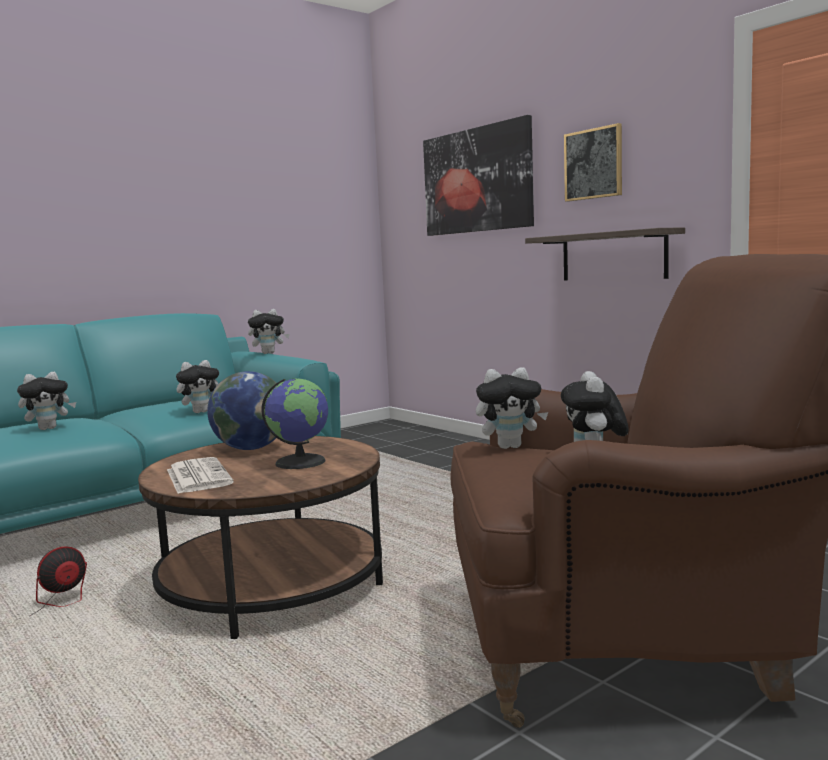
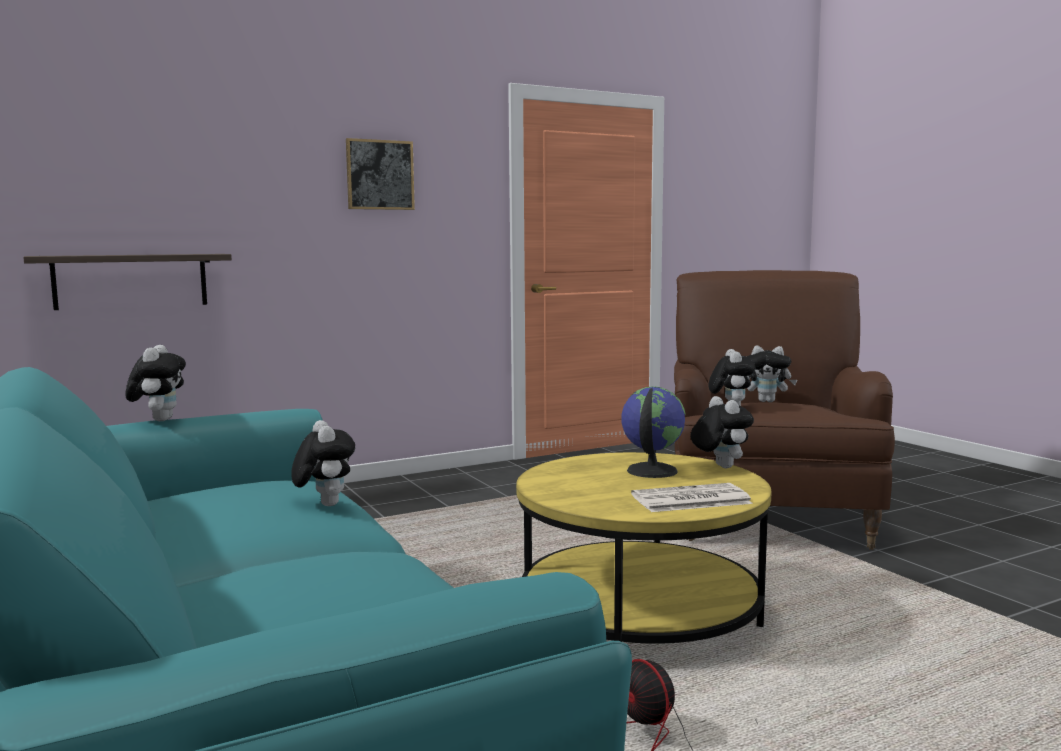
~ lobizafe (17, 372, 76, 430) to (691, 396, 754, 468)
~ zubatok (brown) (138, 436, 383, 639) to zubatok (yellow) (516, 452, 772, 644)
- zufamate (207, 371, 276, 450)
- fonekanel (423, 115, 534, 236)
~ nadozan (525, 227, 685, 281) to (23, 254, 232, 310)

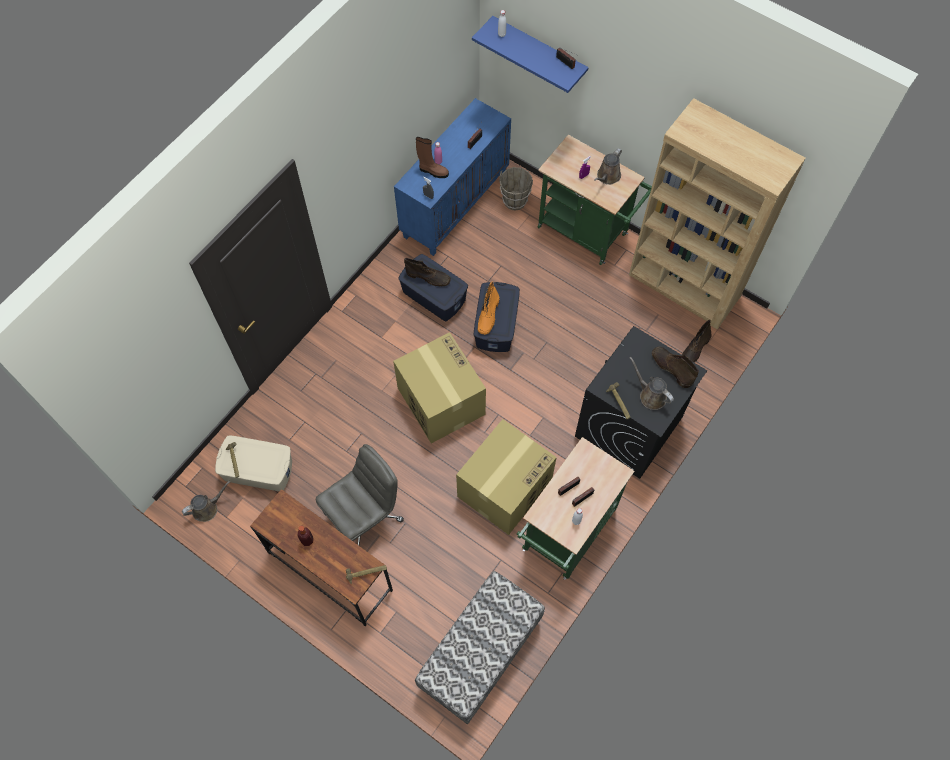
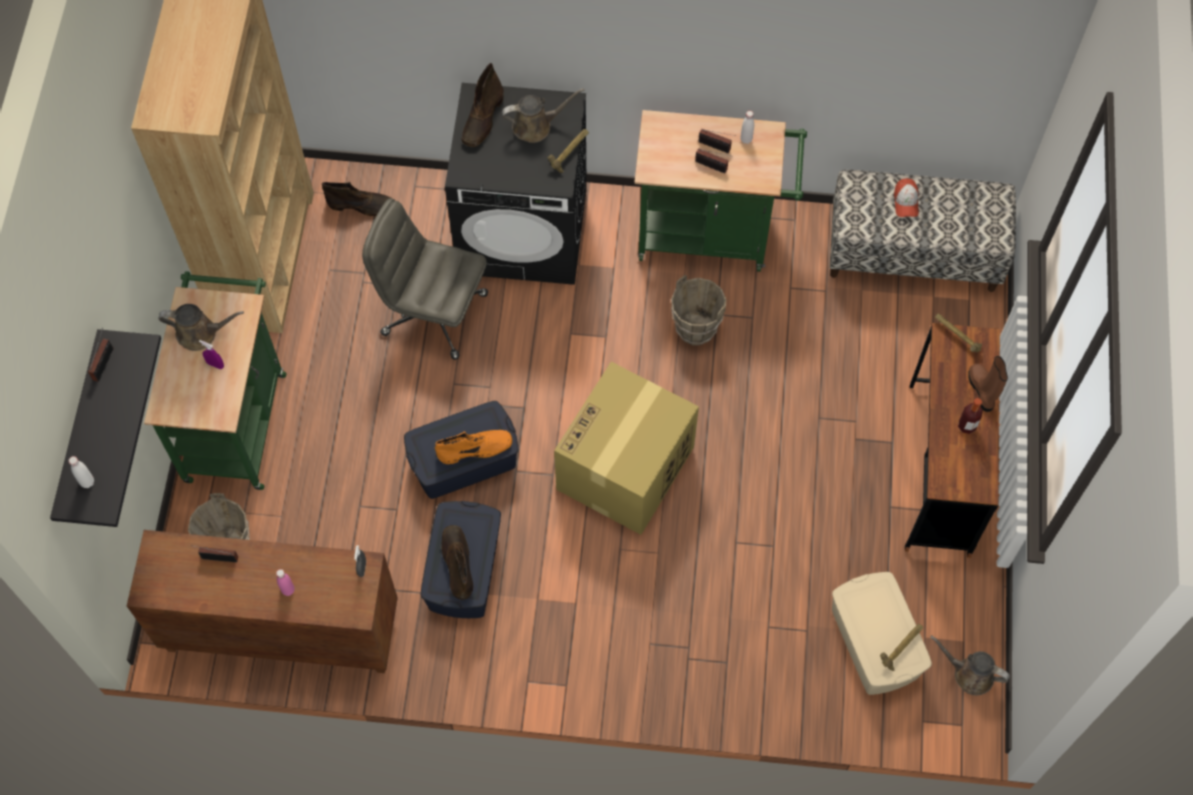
~ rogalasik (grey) (316, 444, 404, 546) to (362, 198, 488, 360)
~ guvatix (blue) (394, 98, 511, 256) to guvatix (brown) (127, 530, 398, 673)
~ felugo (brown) (416, 137, 449, 178) to (968, 356, 1008, 412)
~ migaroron (456, 419, 557, 535) to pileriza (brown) (671, 275, 727, 345)
~ nadozan (blue) (472, 16, 589, 93) to nadozan (black) (50, 329, 161, 527)
~ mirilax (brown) (630, 357, 674, 410) = (502, 88, 584, 143) 120 degrees counterclockwise
+ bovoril (894, 178, 919, 217)

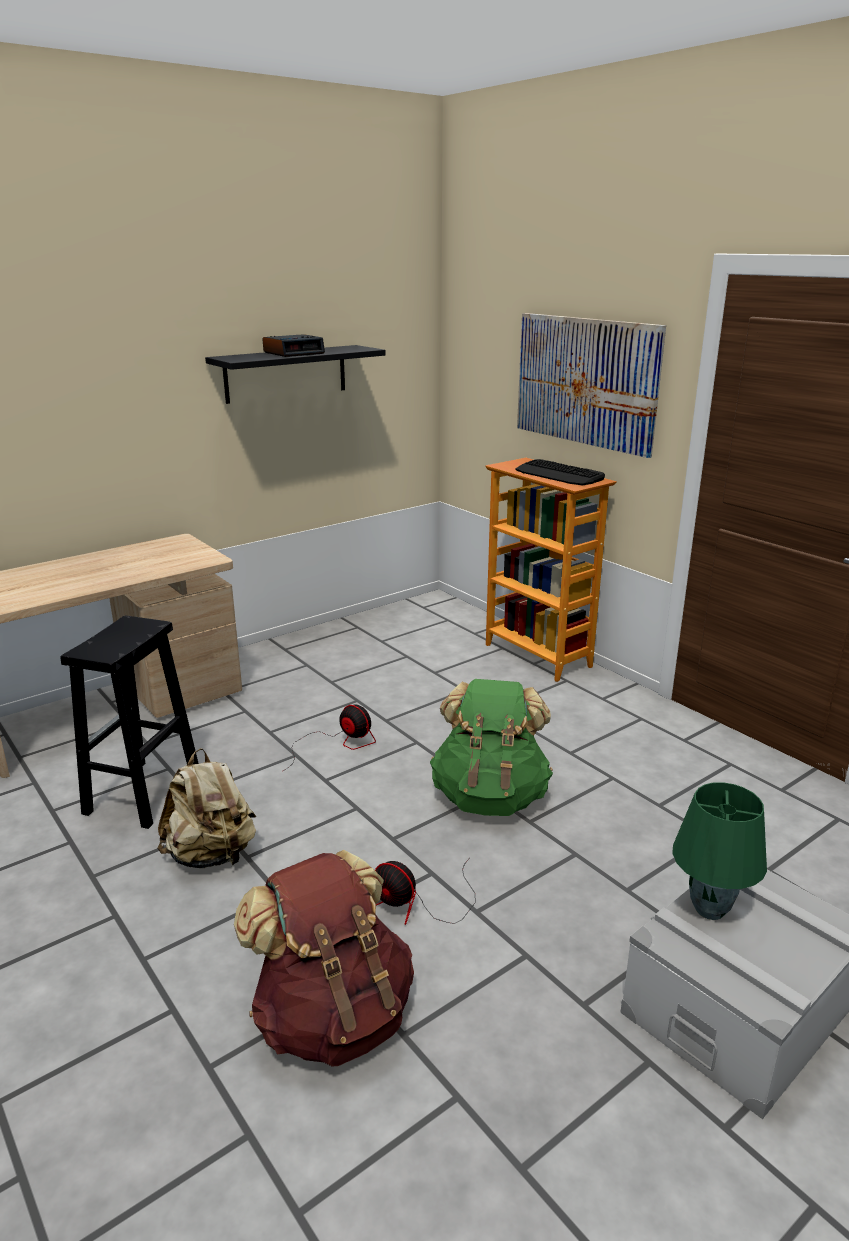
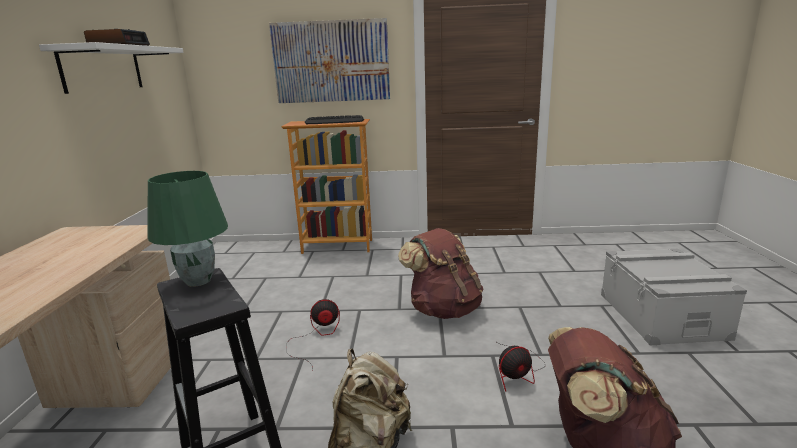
~ nadozan (black) (205, 345, 386, 404) to nadozan (white) (39, 42, 184, 94)
~ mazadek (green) (430, 679, 553, 816) to mazadek (brown) (398, 228, 484, 319)
~ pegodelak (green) (672, 782, 767, 920) to (148, 171, 228, 287)

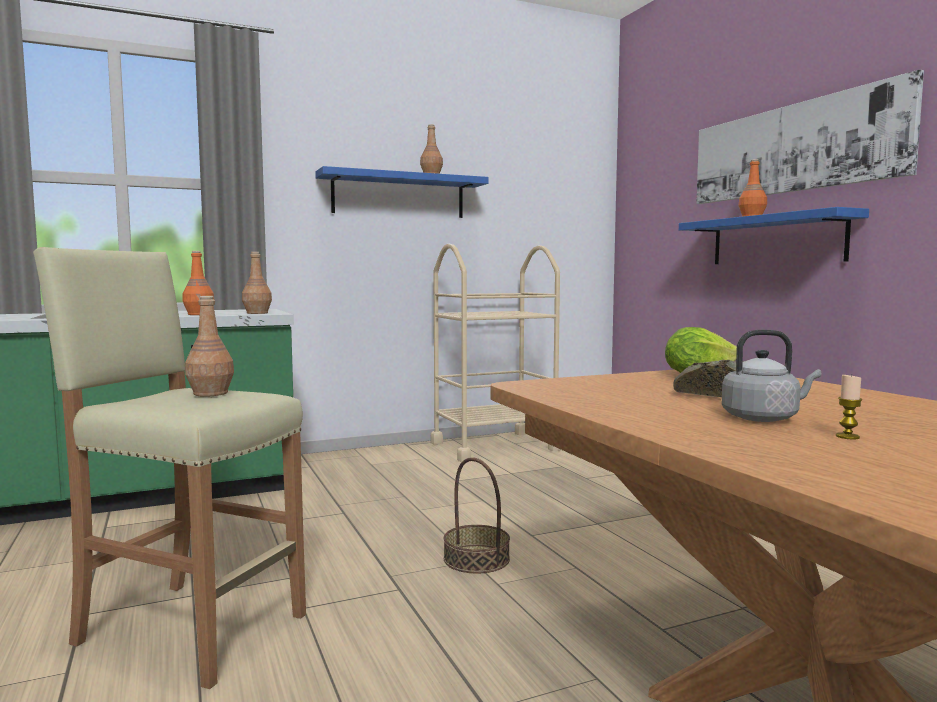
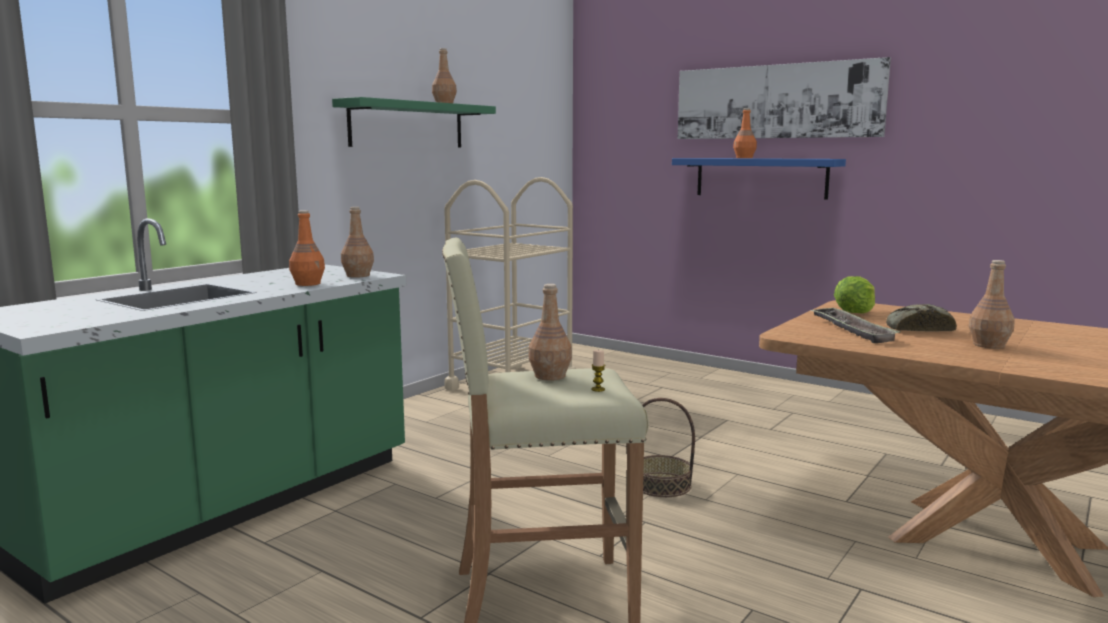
~ nadozan (blue) (315, 166, 489, 218) to nadozan (green) (332, 97, 496, 147)
~ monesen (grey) (722, 330, 821, 422) to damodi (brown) (969, 260, 1015, 349)
~ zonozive (836, 375, 863, 440) to (591, 350, 605, 392)
+ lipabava (810, 308, 901, 343)

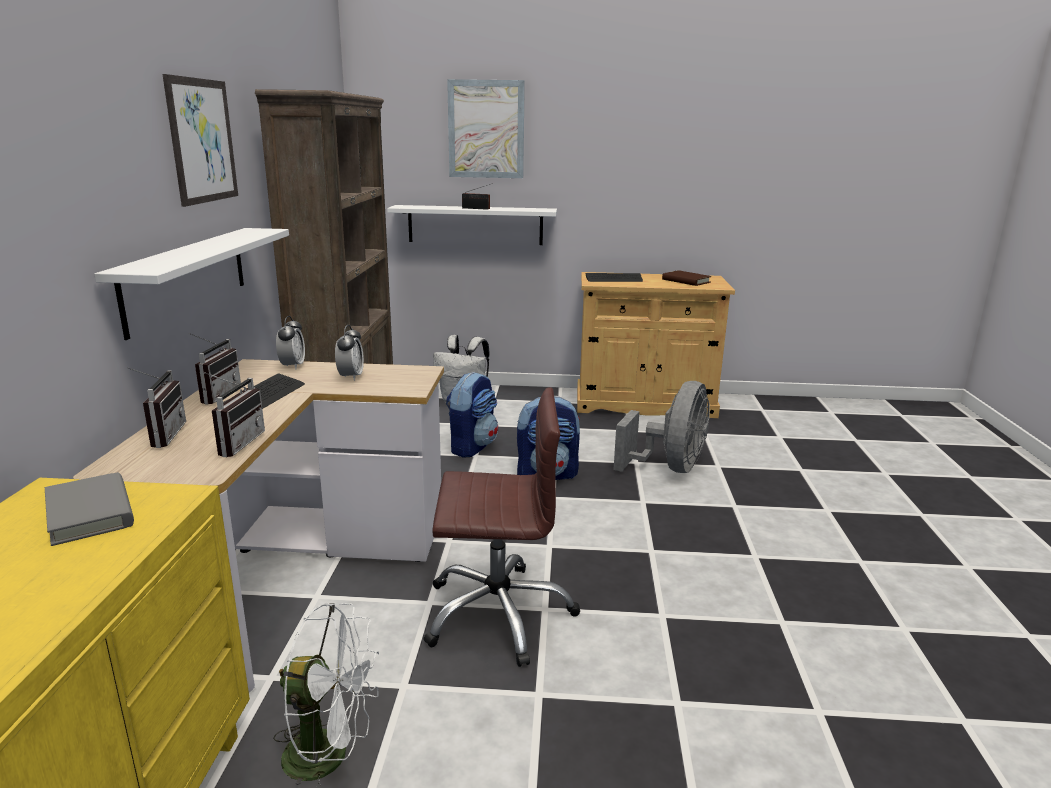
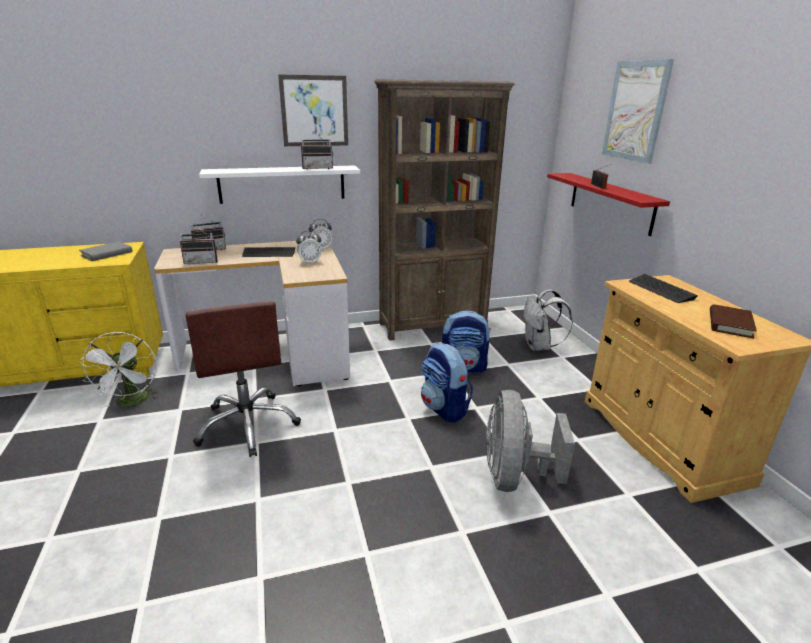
~ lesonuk (188, 333, 241, 405) to (301, 132, 333, 170)
~ nadozan (white) (387, 205, 557, 245) to nadozan (red) (547, 173, 670, 236)
~ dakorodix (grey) (614, 381, 710, 473) = (485, 390, 575, 492) 90 degrees clockwise

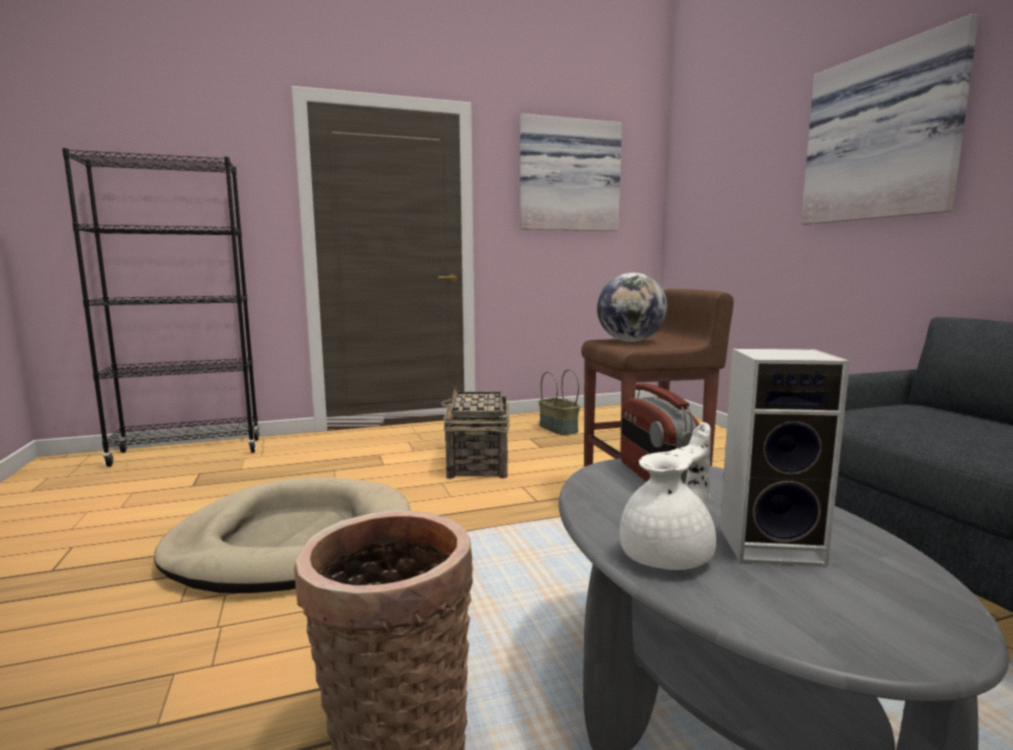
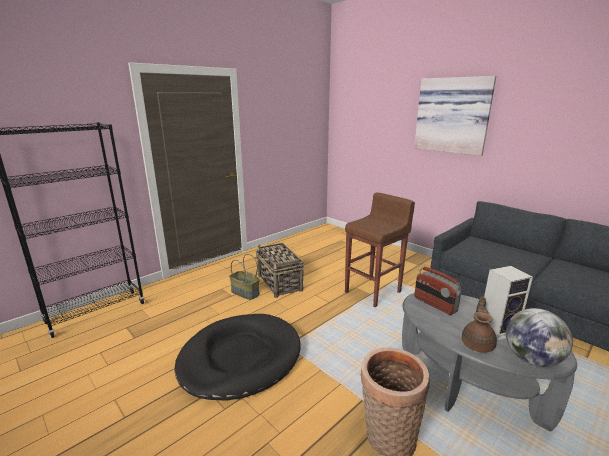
~ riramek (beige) (154, 477, 411, 593) to riramek (black) (175, 314, 301, 401)
- fonekanel (520, 114, 622, 231)
~ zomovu (539, 369, 580, 435) to (229, 254, 260, 300)
~ zufamate (597, 273, 667, 342) to (506, 308, 573, 367)
~ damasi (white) (620, 422, 716, 570) to damasi (brown) (462, 296, 497, 352)

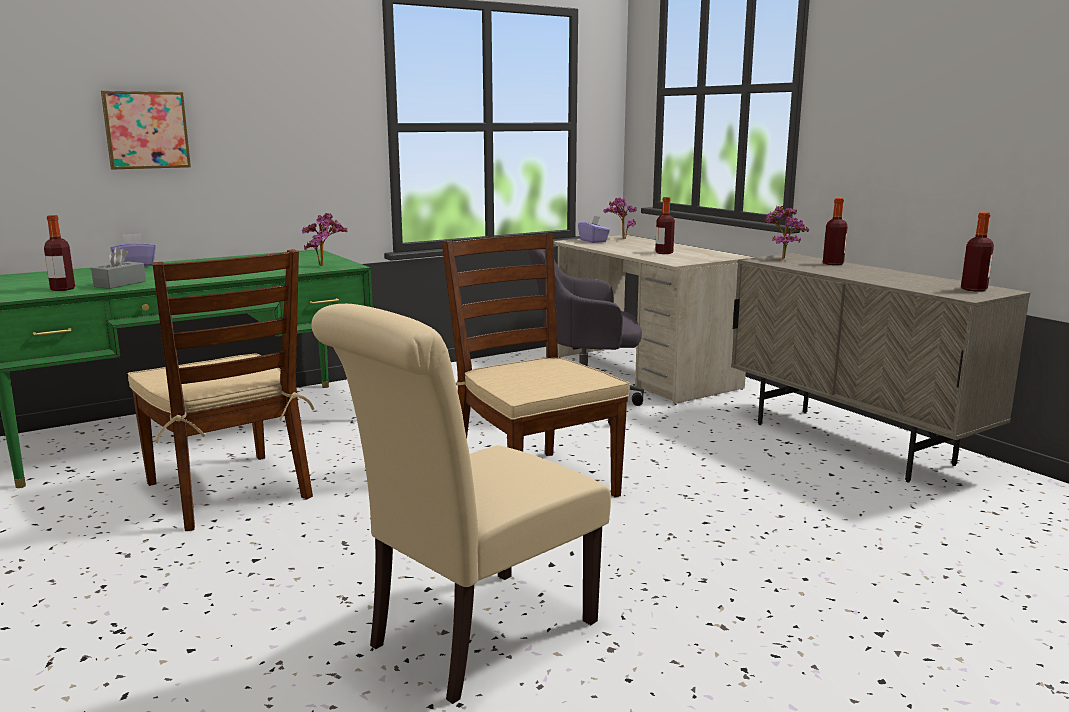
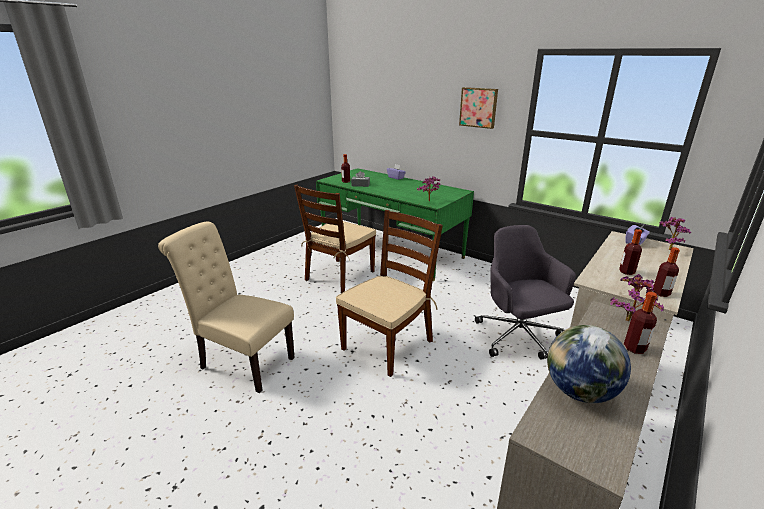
~ fonekanel (101, 91, 191, 170) to (459, 87, 498, 129)
~ damodi (961, 212, 994, 292) to (653, 247, 680, 297)
+ zufamate (547, 325, 631, 403)

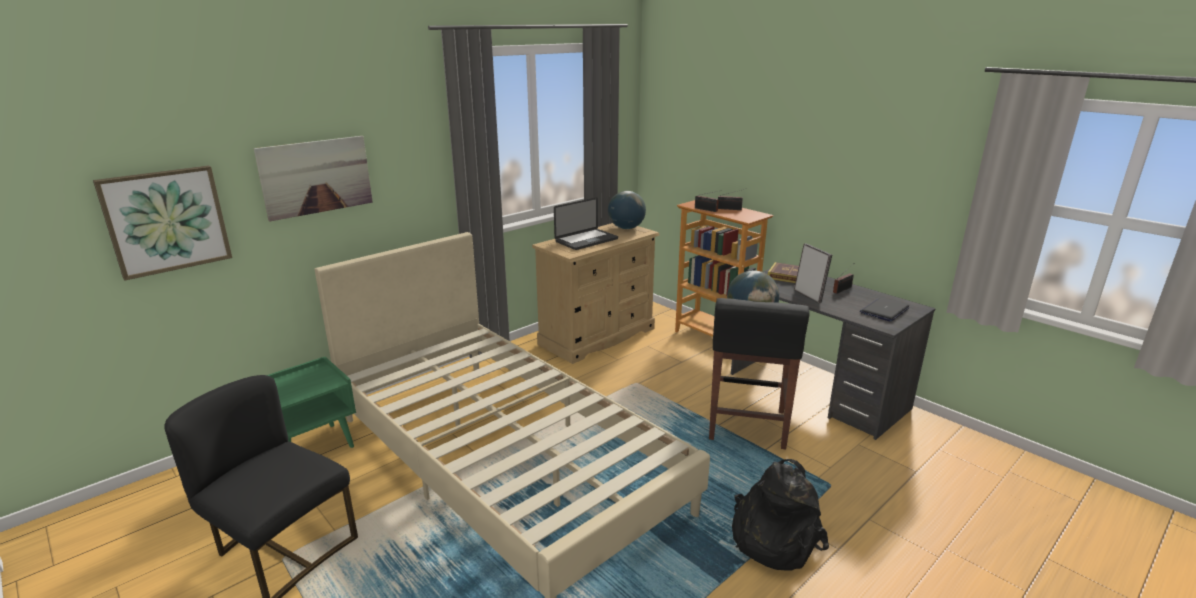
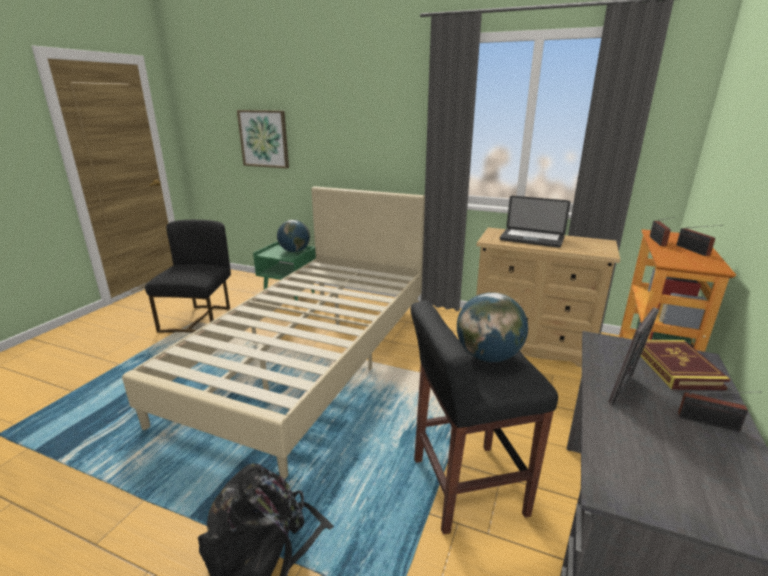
- fonekanel (254, 136, 373, 221)
~ zufamate (608, 191, 646, 229) to (277, 220, 310, 252)
- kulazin (860, 298, 910, 321)

